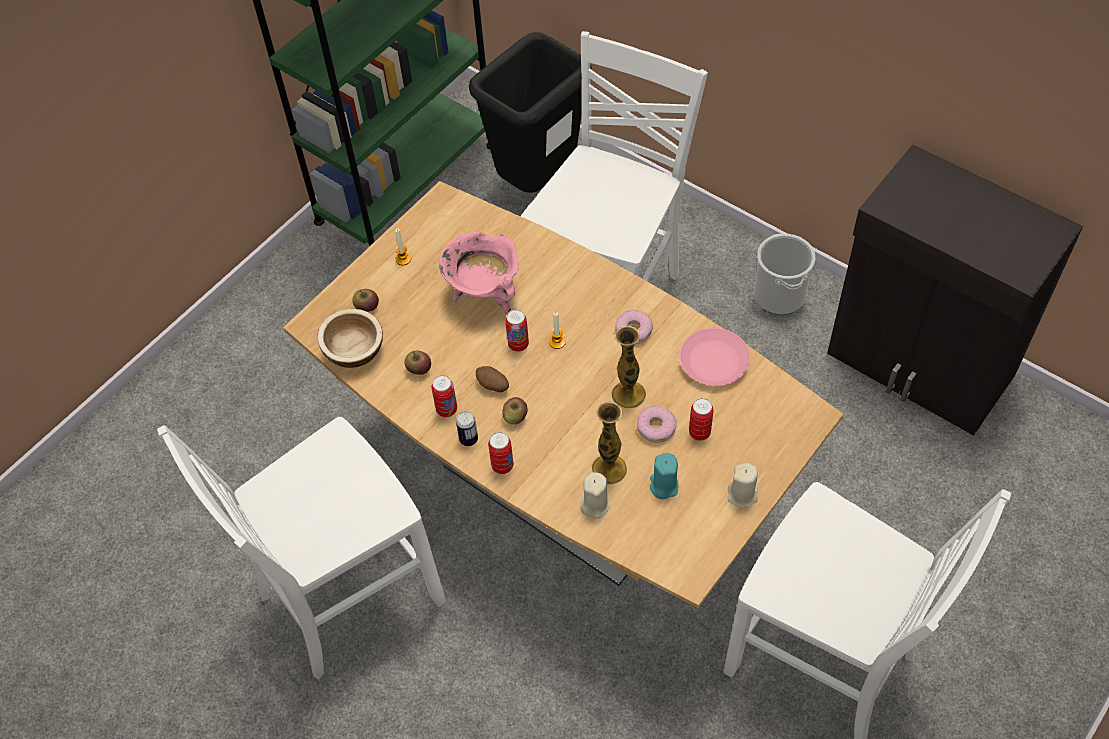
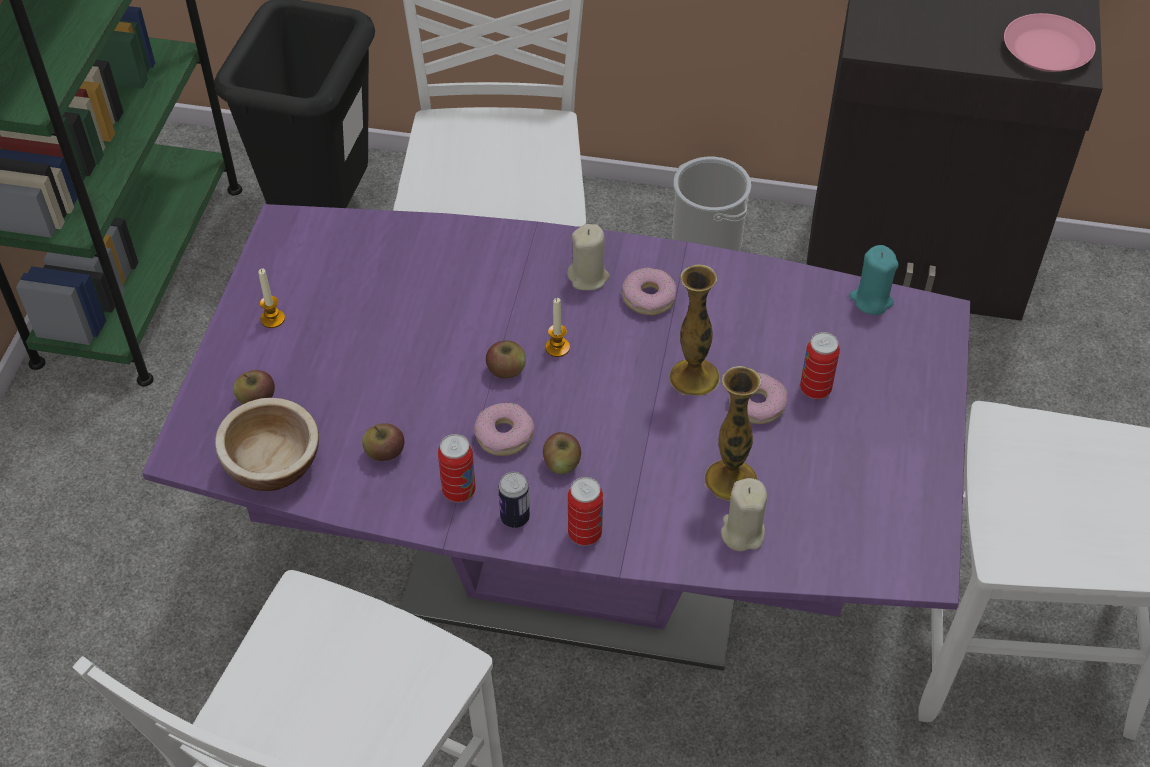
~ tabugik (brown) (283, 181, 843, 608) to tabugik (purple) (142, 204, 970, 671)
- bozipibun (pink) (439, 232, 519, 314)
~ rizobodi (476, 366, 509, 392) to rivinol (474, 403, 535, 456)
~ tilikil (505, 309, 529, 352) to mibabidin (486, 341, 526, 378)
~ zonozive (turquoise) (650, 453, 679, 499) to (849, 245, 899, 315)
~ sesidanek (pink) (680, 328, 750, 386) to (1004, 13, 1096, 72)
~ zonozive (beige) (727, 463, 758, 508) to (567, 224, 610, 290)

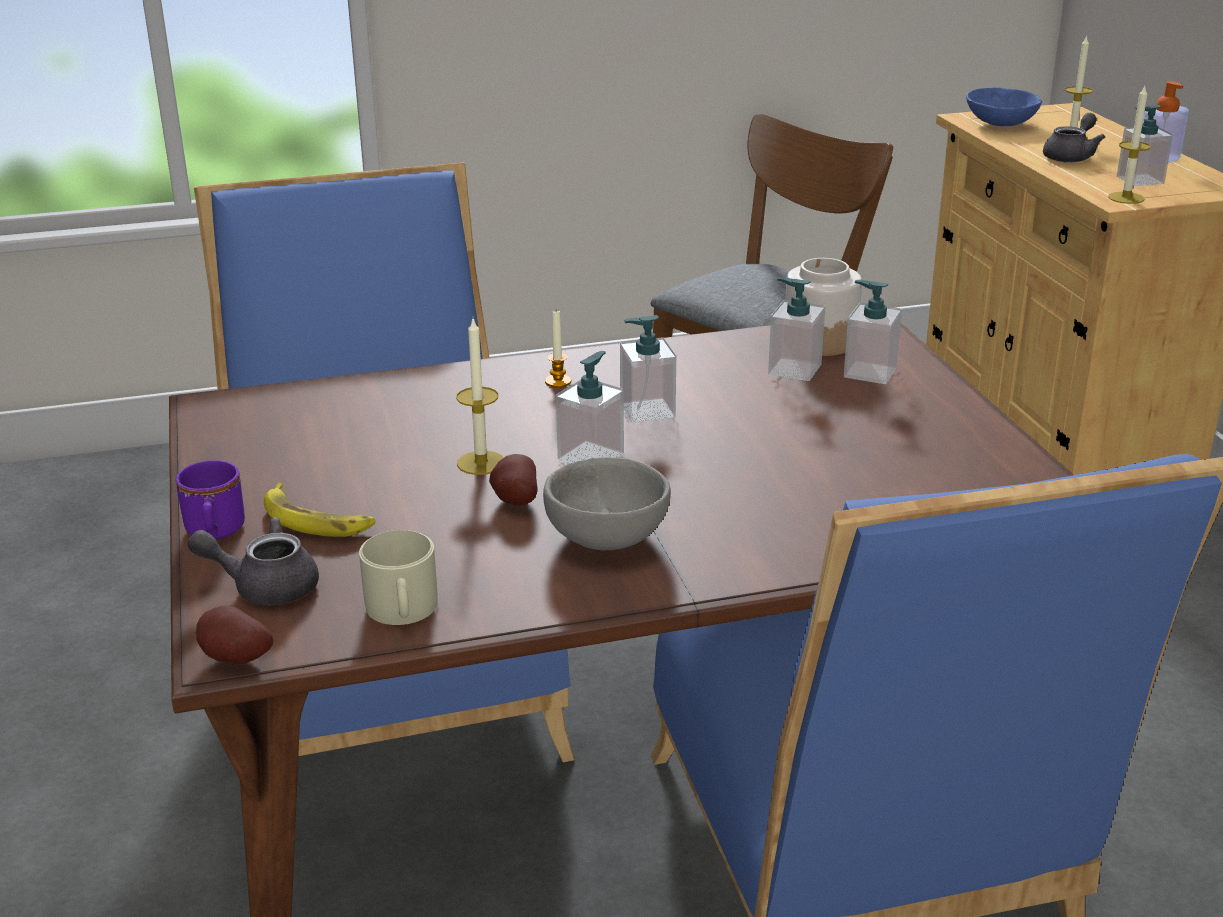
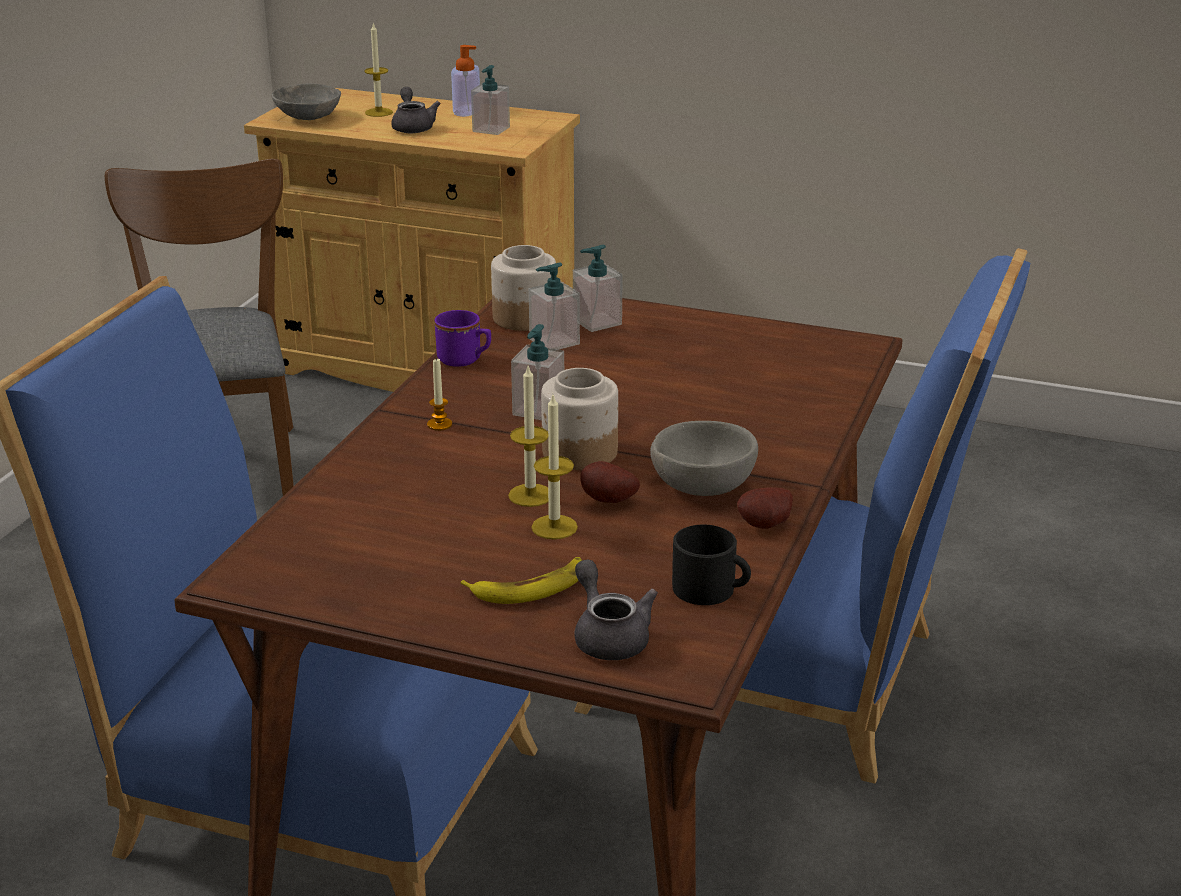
~ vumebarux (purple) (176, 460, 245, 540) to (434, 310, 491, 367)
~ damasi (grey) (187, 517, 319, 605) = (574, 559, 658, 660) 120 degrees clockwise
~ rizobodi (196, 606, 273, 664) to (737, 487, 793, 529)
~ vumebarux (beige) (359, 530, 438, 625) to vumebarux (black) (672, 525, 751, 605)
~ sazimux (556, 351, 624, 463) to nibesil (541, 368, 618, 470)
~ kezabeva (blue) (966, 87, 1042, 126) to kezabeva (grey) (271, 84, 341, 120)
~ zonozive (1108, 86, 1151, 204) to (531, 395, 578, 540)

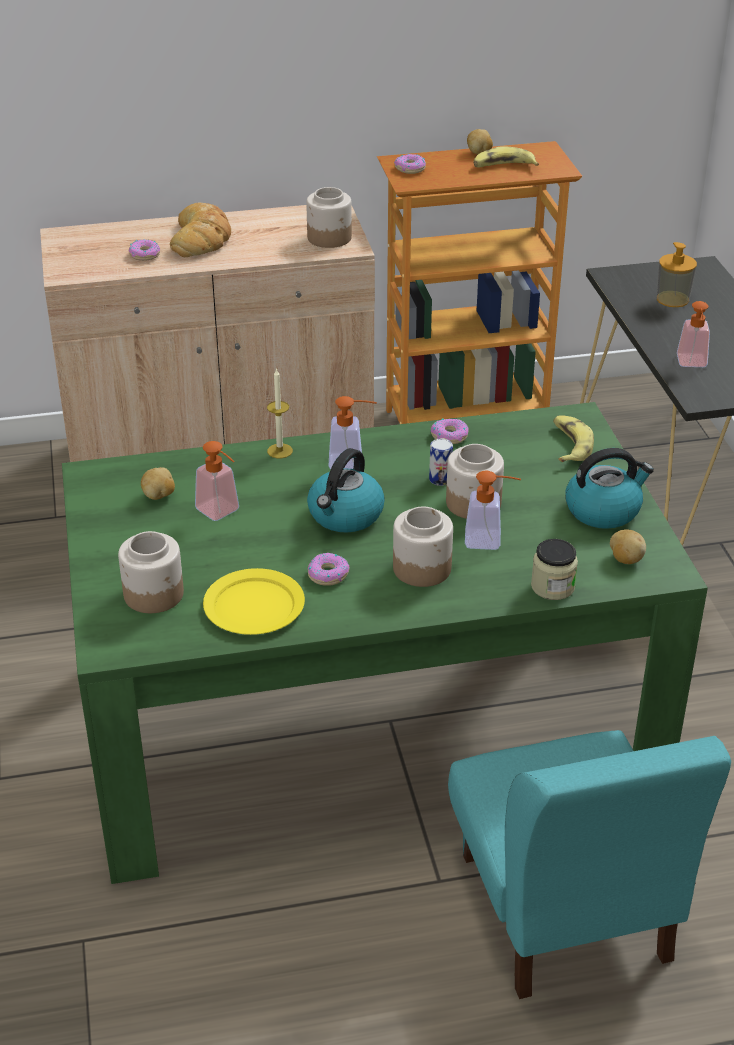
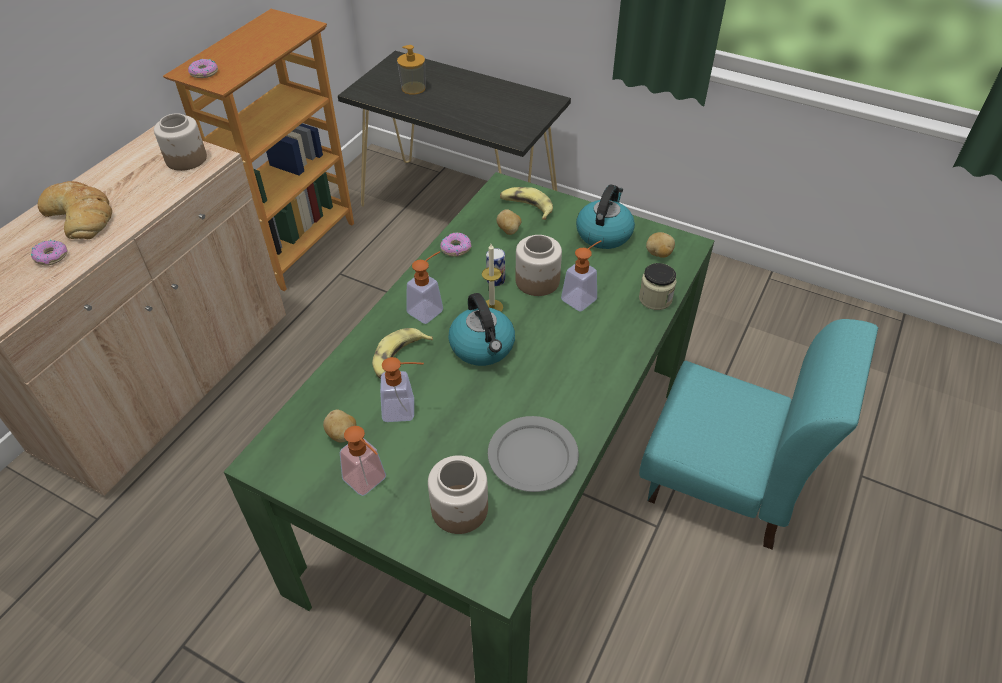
~ sesidanek (yellow) (203, 568, 305, 635) to sesidanek (grey) (488, 416, 579, 492)
~ zonozive (267, 368, 293, 458) to (482, 244, 503, 312)
- rivinol (308, 553, 350, 586)
- nibesil (393, 507, 453, 587)
~ rizobodi (467, 129, 493, 154) to (497, 209, 521, 235)
~ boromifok (474, 146, 539, 167) to (372, 328, 433, 379)
~ sazimux (677, 301, 710, 367) to (340, 426, 386, 496)

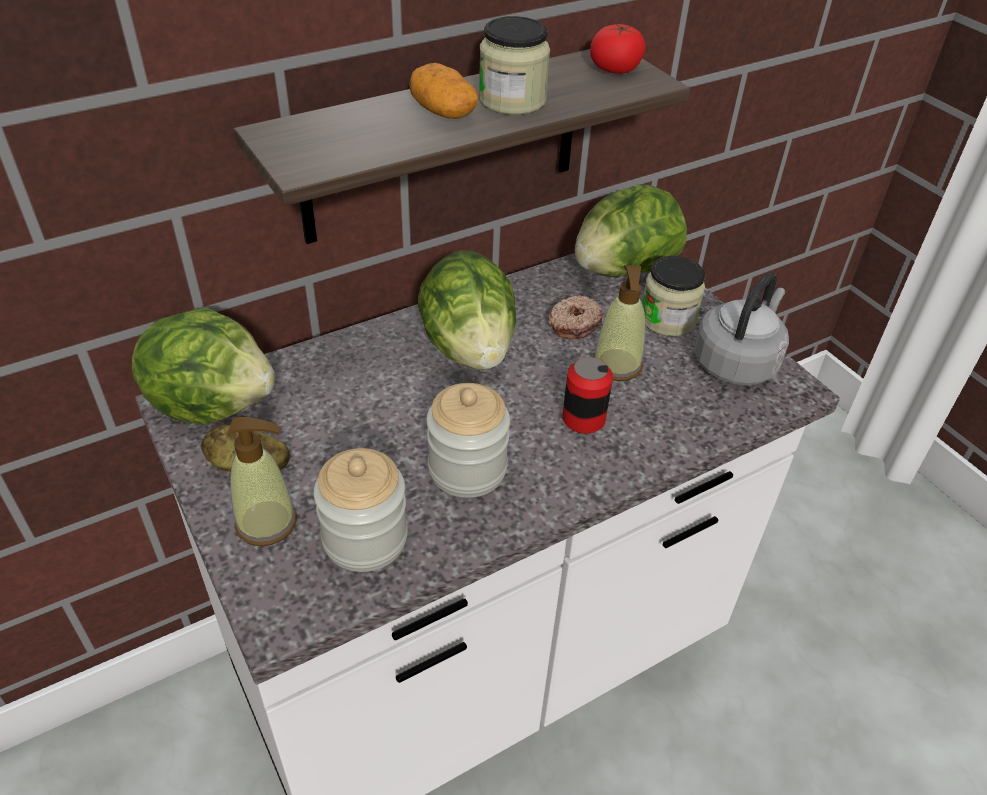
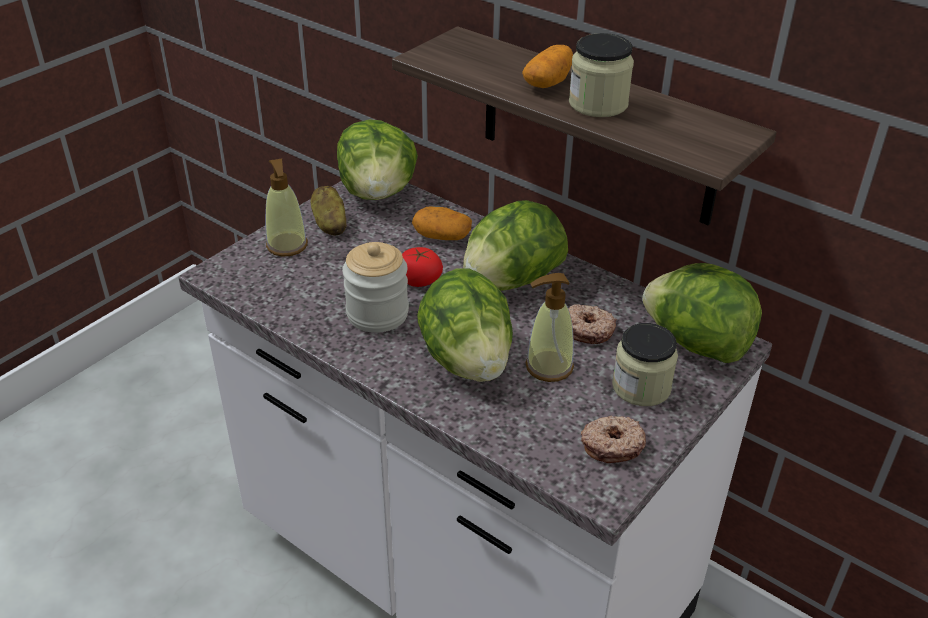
- nibesil (314, 448, 408, 572)
~ tilikil (562, 357, 613, 434) to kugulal (417, 268, 513, 382)
~ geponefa (590, 24, 646, 74) to (402, 247, 443, 287)
~ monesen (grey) (695, 272, 789, 385) to rivinol (581, 416, 646, 463)
+ rizobodi (412, 206, 472, 240)

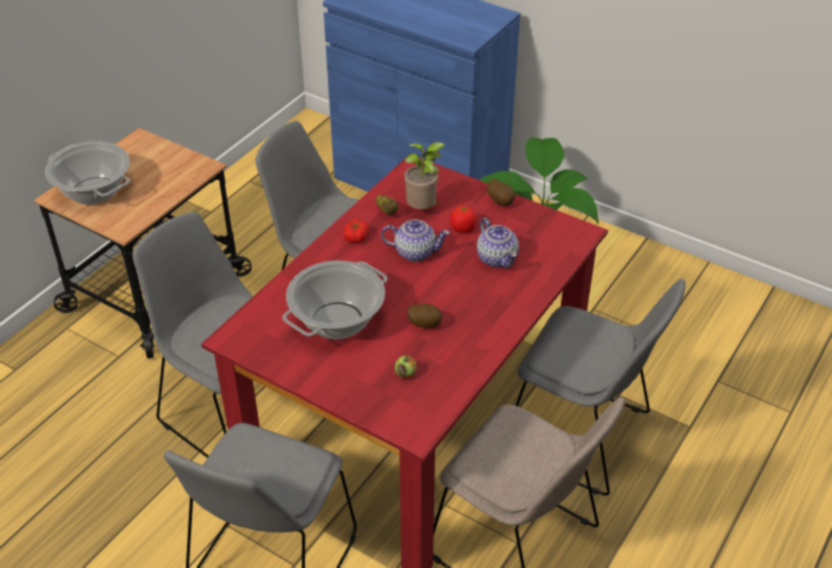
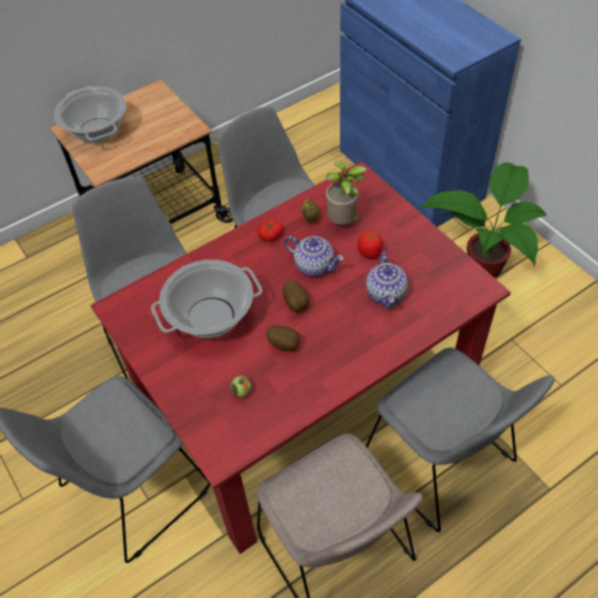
~ rizobodi (487, 179, 515, 206) to (283, 280, 309, 312)

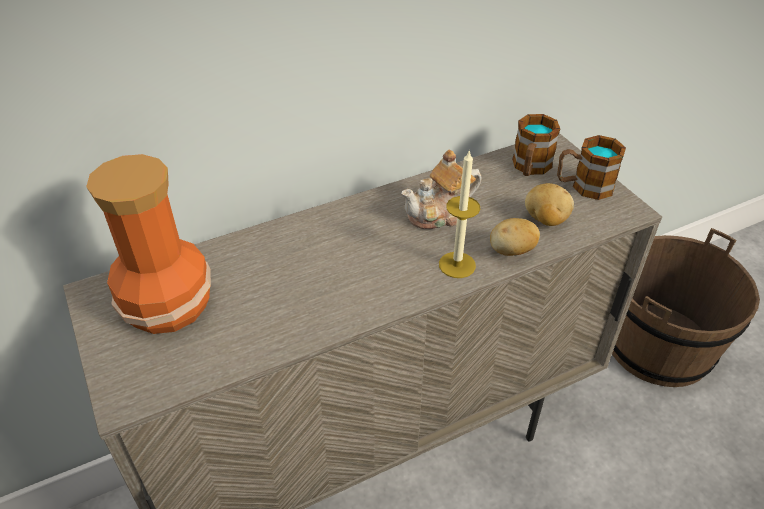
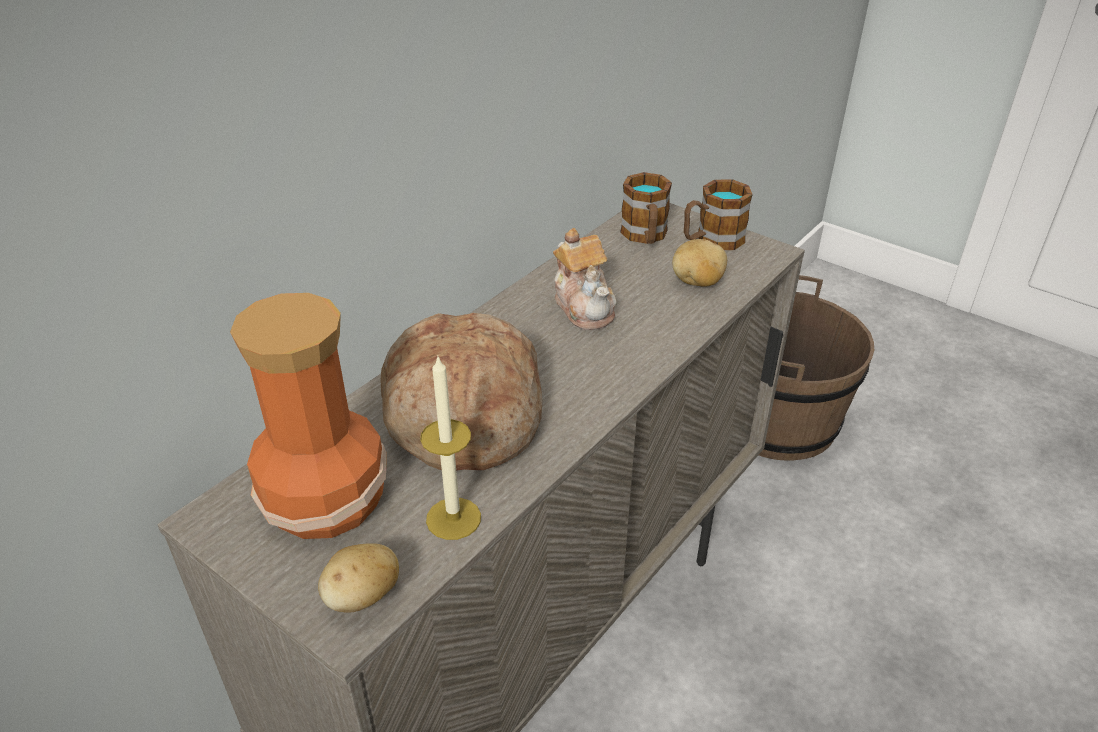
~ damasi (401, 150, 482, 229) = (553, 228, 617, 330) 60 degrees counterclockwise
~ zonozive (439, 149, 480, 278) to (420, 357, 481, 540)
~ rizobodi (490, 218, 540, 256) to (318, 543, 399, 612)
+ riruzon (380, 313, 542, 470)

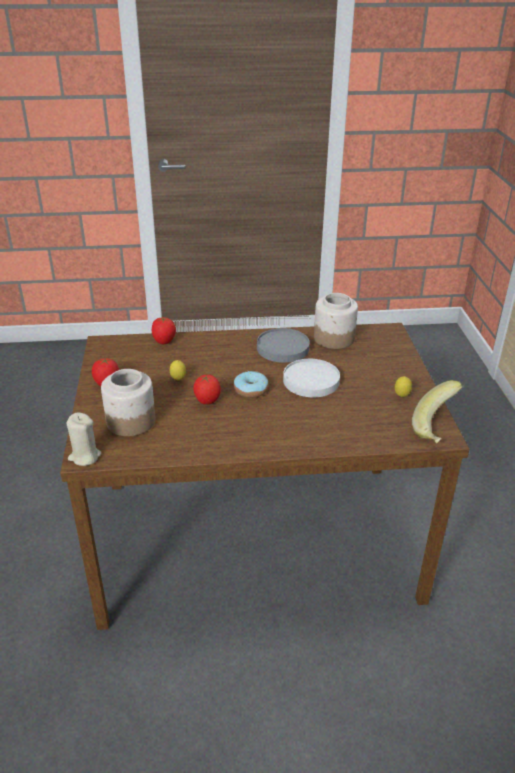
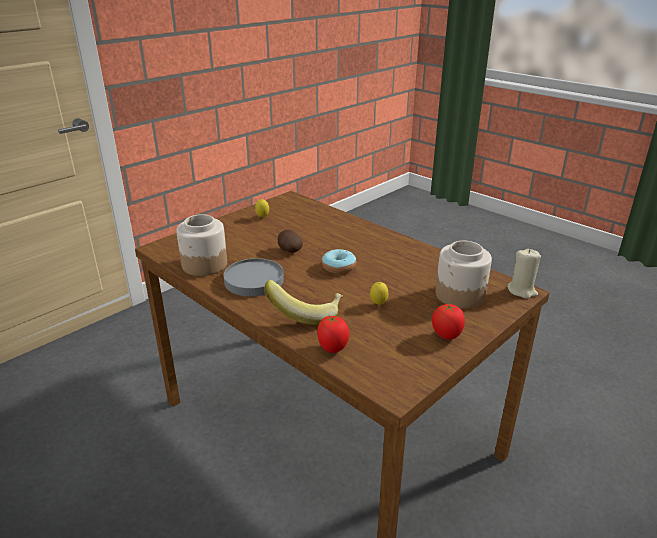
- geponefa (193, 374, 221, 405)
~ sesidanek (white) (283, 359, 340, 397) to rizobodi (278, 230, 303, 253)
~ boromifok (412, 380, 463, 443) to (265, 280, 343, 325)

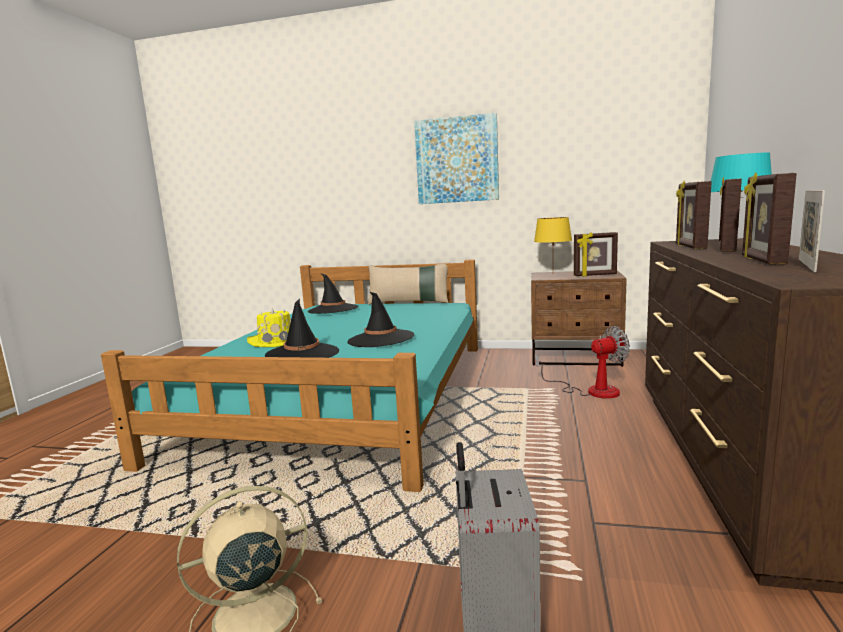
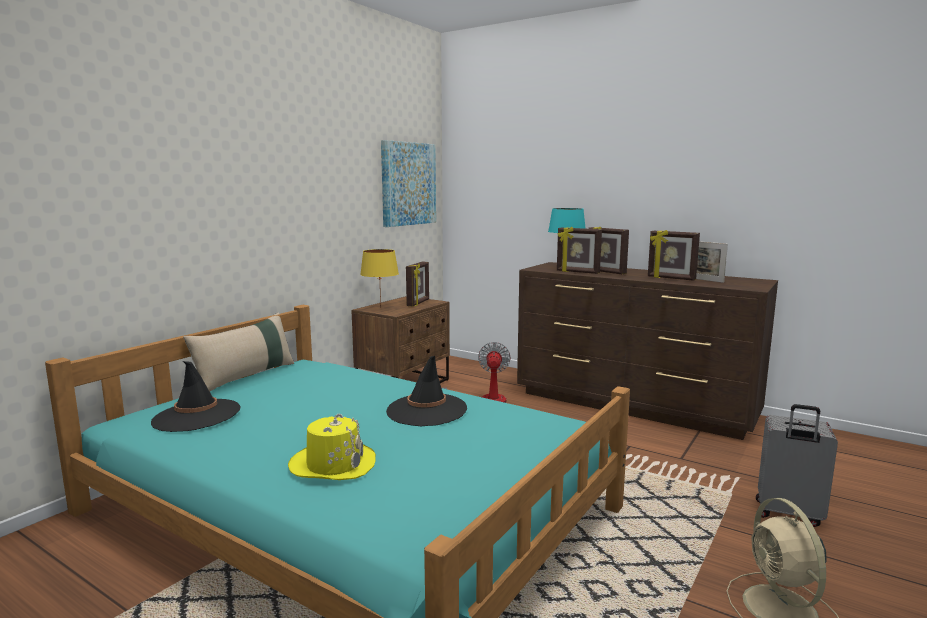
- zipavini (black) (265, 298, 339, 358)
~ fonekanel (414, 113, 499, 204) to (381, 140, 436, 227)

